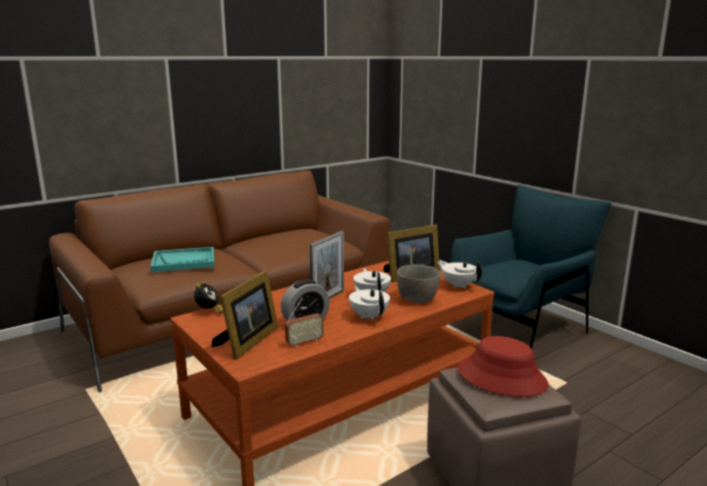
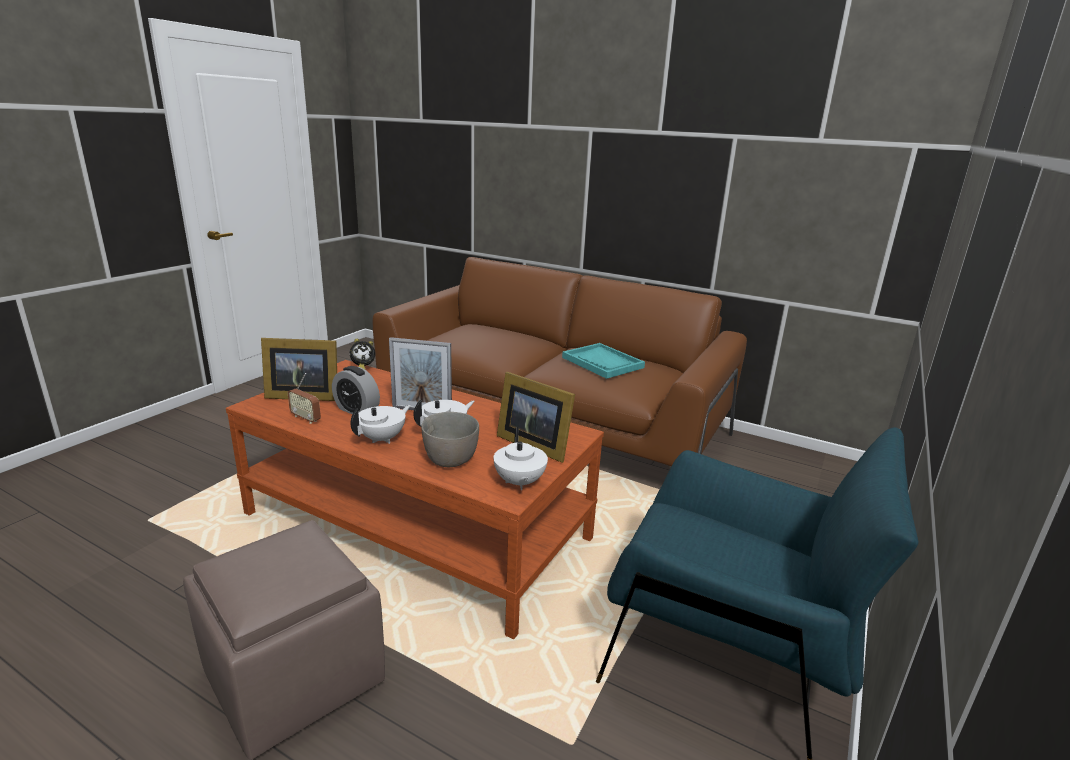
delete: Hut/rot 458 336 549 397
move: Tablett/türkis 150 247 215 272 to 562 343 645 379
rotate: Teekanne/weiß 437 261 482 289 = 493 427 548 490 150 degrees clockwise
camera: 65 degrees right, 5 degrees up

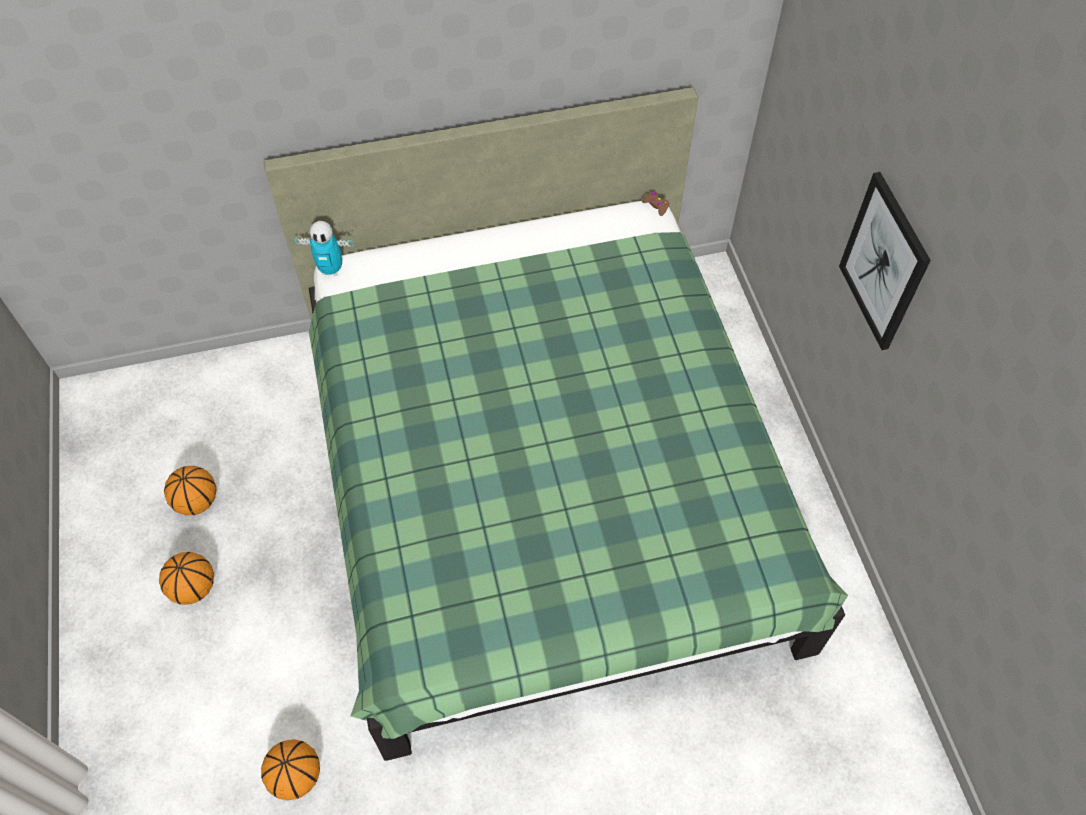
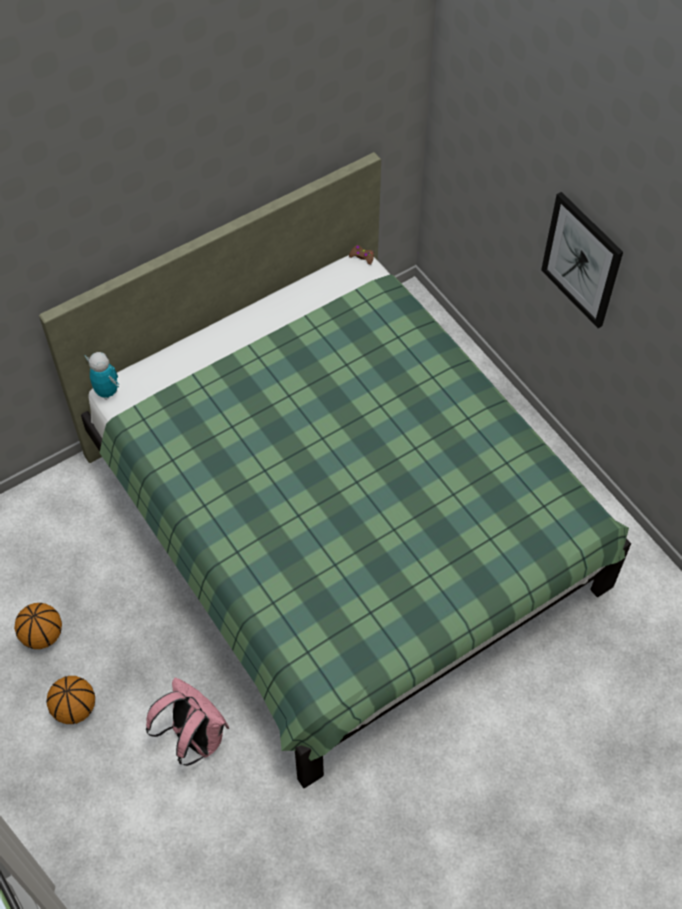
delete: Basketball 261 739 320 800
insert: Rucksack/rosa 146 677 229 766
rotate: Spielzeugroboter 294 221 354 276 = 85 352 119 400 120 degrees counterclockwise
camera: 20 degrees left, 0 degrees up

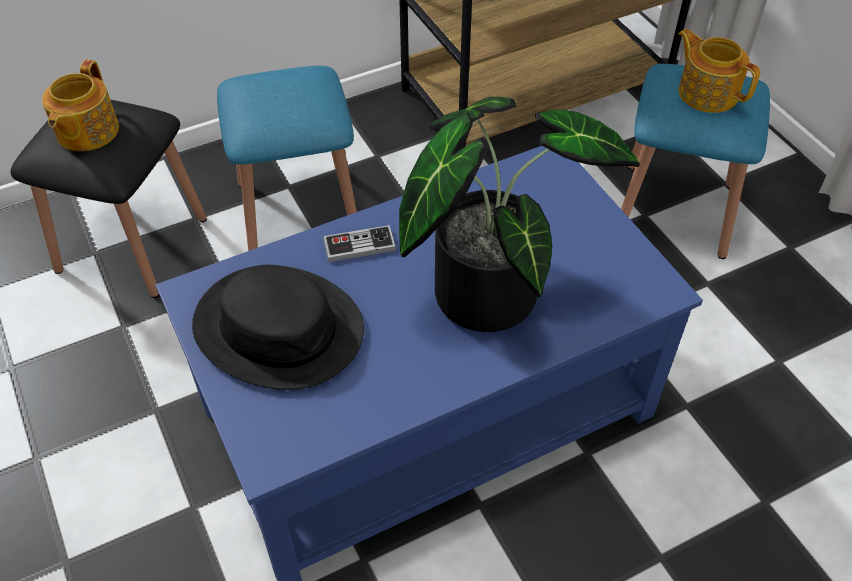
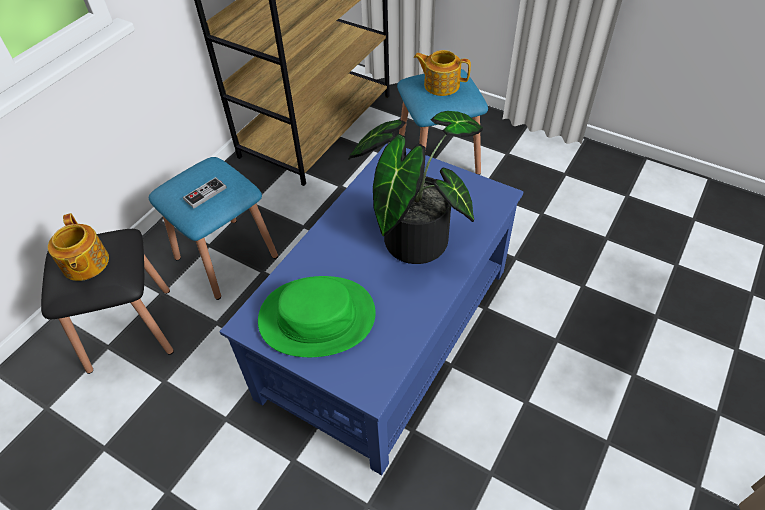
move: Gamepad 323 225 396 262 to 183 177 227 208
recolor: Hut/schwarz 192 265 364 390 to Hut/grün 258 276 376 357
camera: 30 degrees left, 0 degrees up

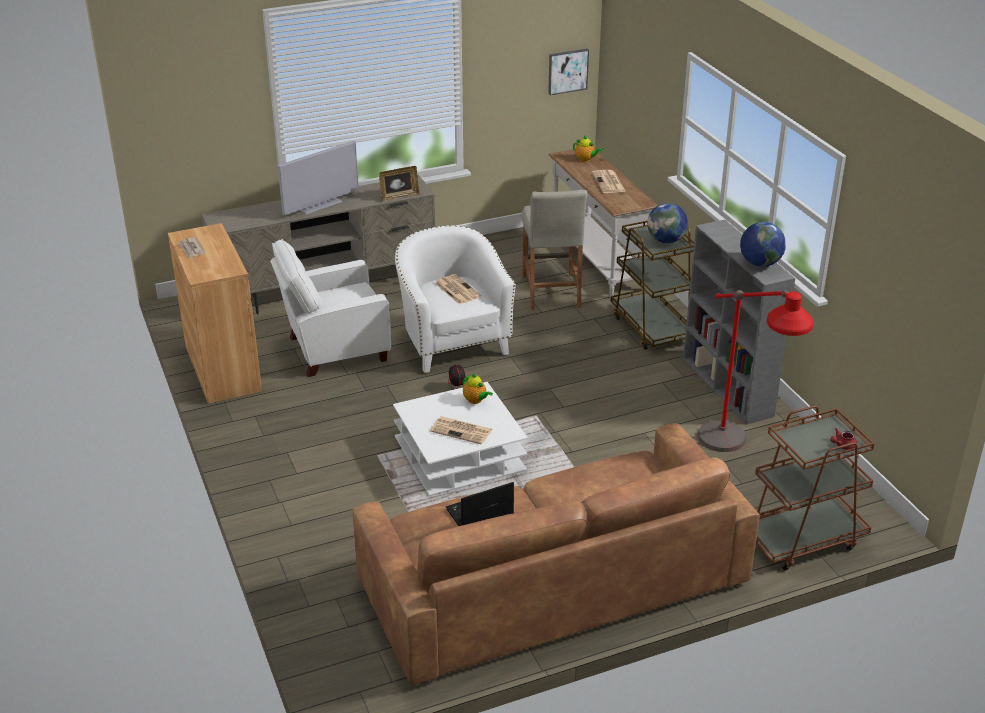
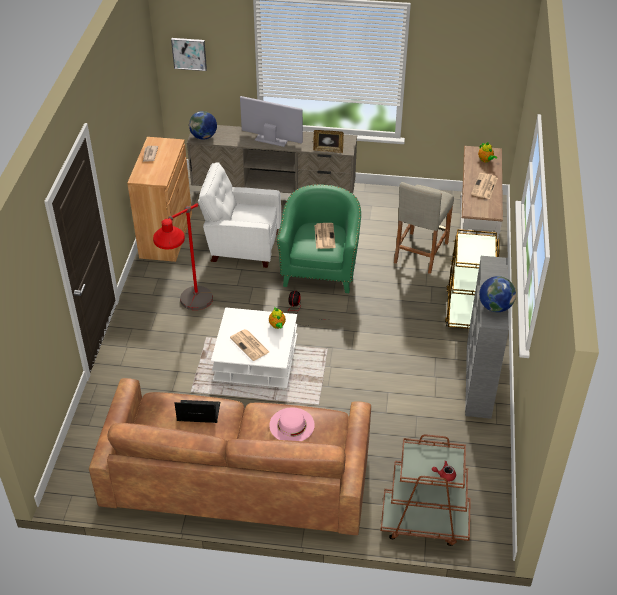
insert: Hut/rosa 269 408 315 441
move: Stehlampe/rot 698 290 813 452 to 153 203 213 310; Bild 548 49 589 95 to 171 38 207 71; Globus 647 203 688 243 to 189 111 217 140
recolor: Sessel/weiß 395 225 516 373 to Sessel/grün 277 184 361 293
rotate: Fernseher 278 141 359 215 = 240 96 303 147 150 degrees counterclockwise
camera: 30 degrees right, 10 degrees up

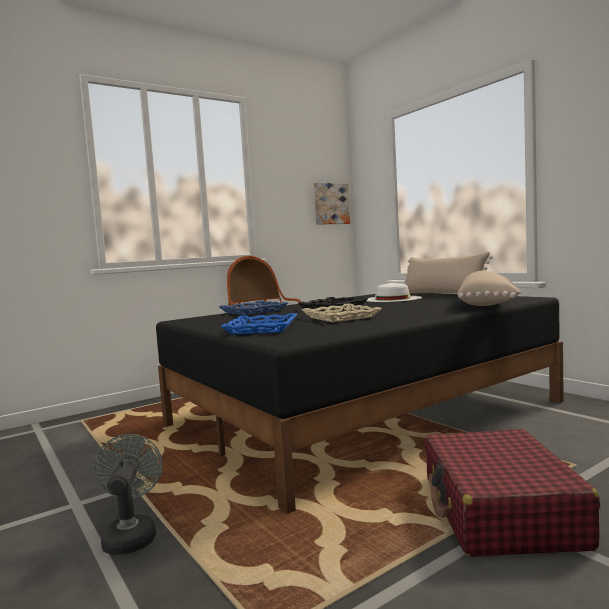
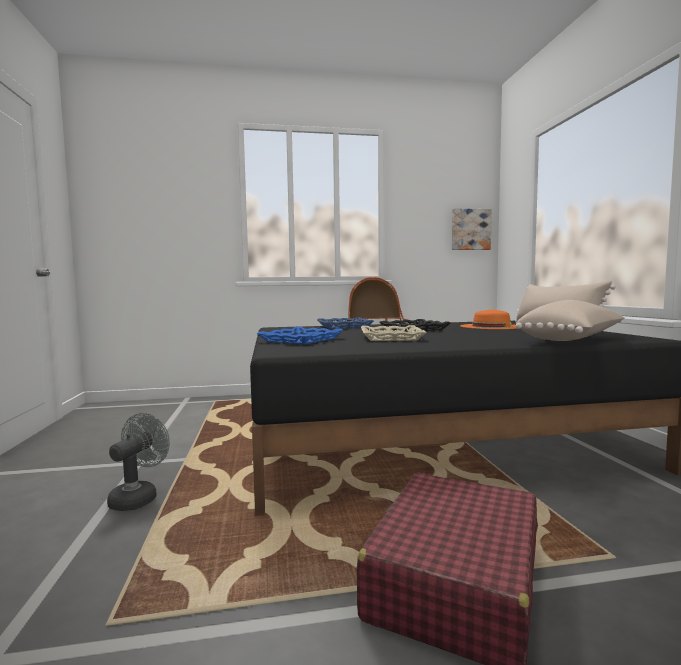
recolor: Hut/weiß 366 283 422 302 to Hut/orange 460 310 517 329
camera: 25 degrees right, 0 degrees up

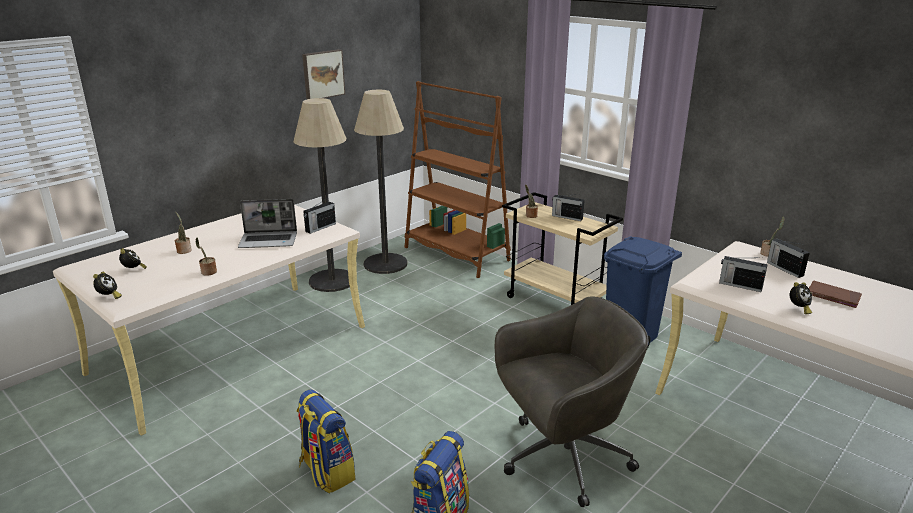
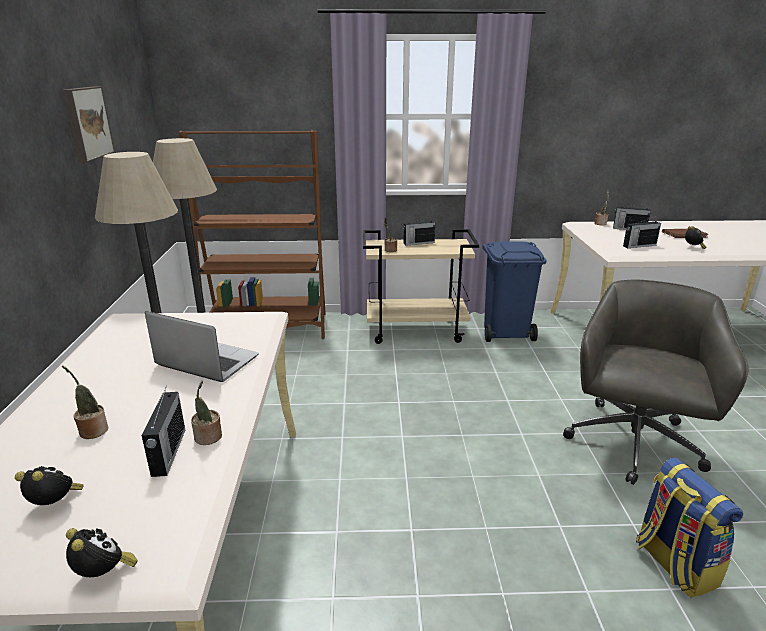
delete: Rucksack 296 389 355 493
move: Radio 303 199 336 234 to 141 385 185 477
rotate: Laptop 238 199 297 248 = 145 311 258 382 105 degrees counterclockwise
camera: 45 degrees left, 0 degrees up

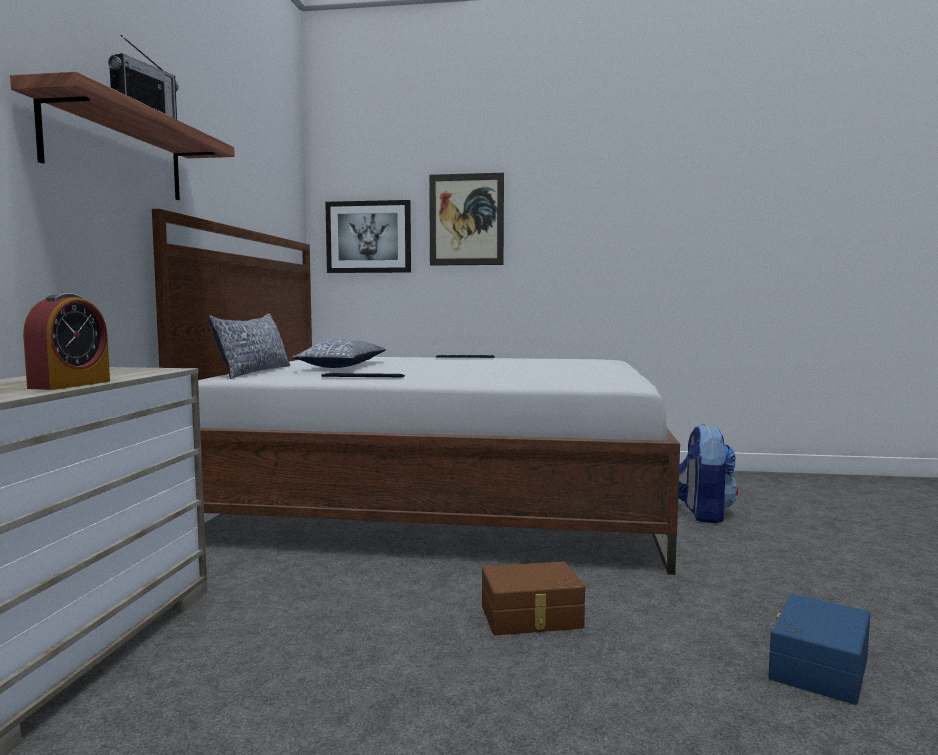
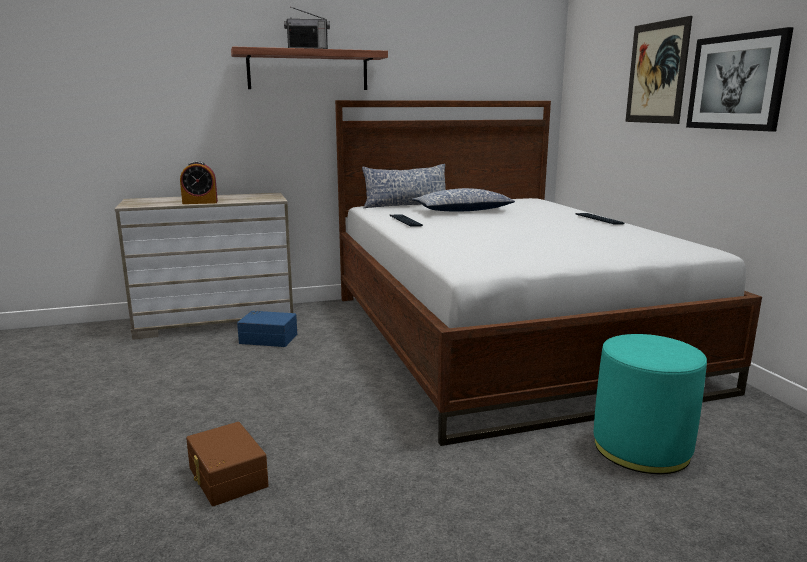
move: Aufbewahrungsbox/braun 482 562 585 635 to 186 422 269 506; Aufbewahrungsbox/blau 768 594 870 705 to 237 311 297 347; Bild 325 200 411 273 to 686 27 794 131
replace: Rucksack 678 424 738 523 to Polsterhocker/türkis 593 334 707 474
camera: 65 degrees right, 10 degrees up

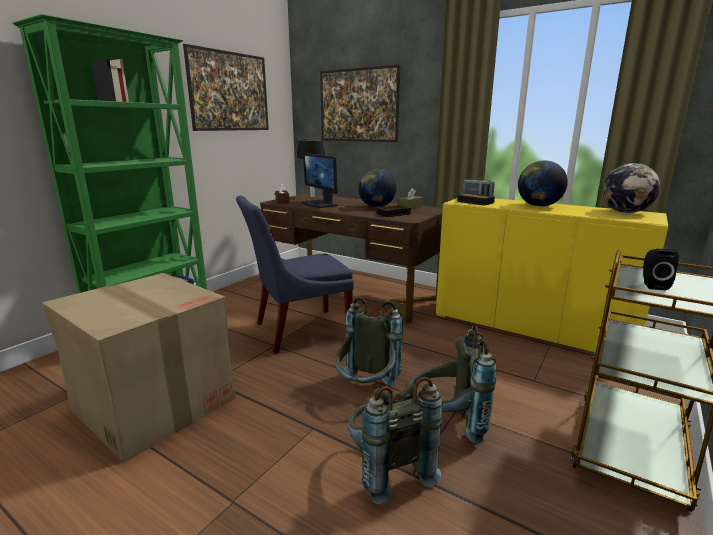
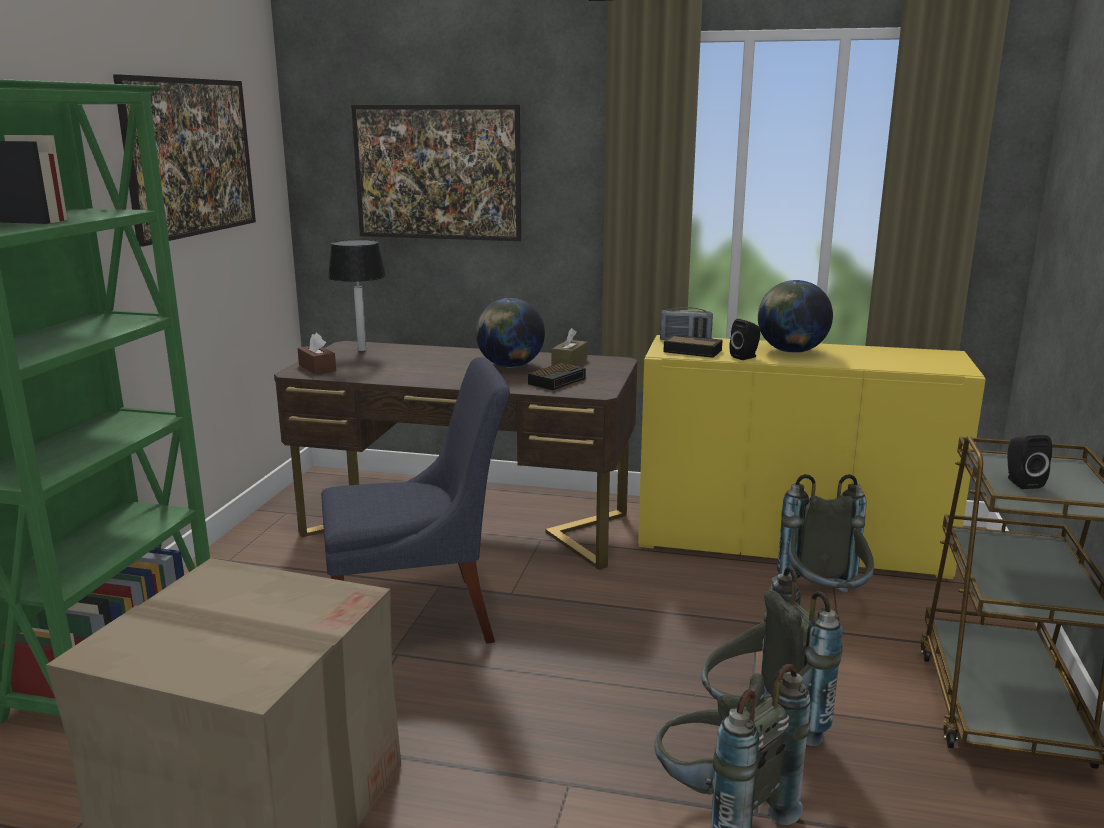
delete: Monitor 301 153 338 208; Globus 602 163 660 213
insert: Lautsprecher/schwarz 730 319 761 360
move: Rucksack/grau 336 297 403 386 to 772 474 874 592
rotate: Stuhl/blau 236 195 354 354 = 321 357 510 644 150 degrees counterclockwise
camera: 20 degrees left, 0 degrees up

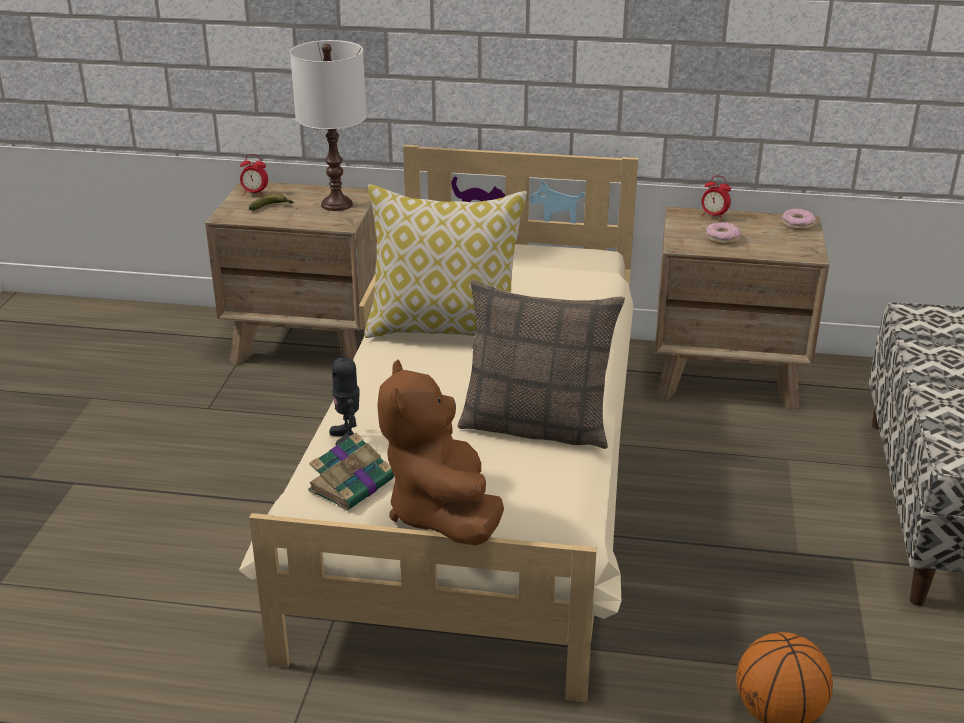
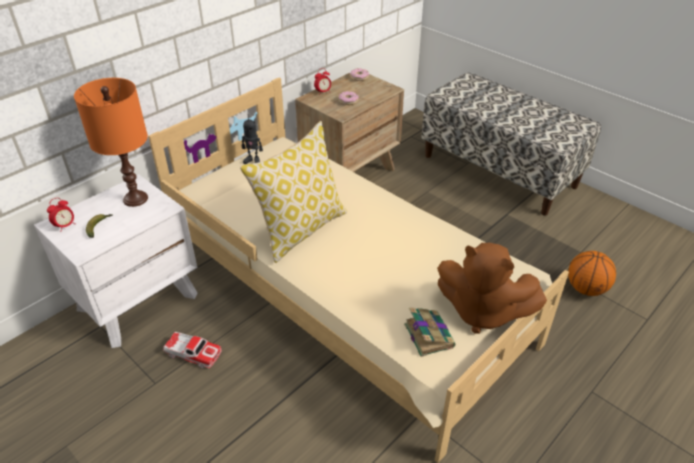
delete: Kissen 457 280 625 449
insert: Spielzeugauto 163 331 222 368
move: Spielzeugroboter 329 346 360 445 to 242 114 263 164
recolor: Nachttisch/braun 205 182 377 365 to Nachttisch/weiß 34 174 198 348; Tischlampe/weiß 290 40 366 211 to Tischlampe/orange 74 78 148 207
camera: 55 degrees left, 10 degrees up

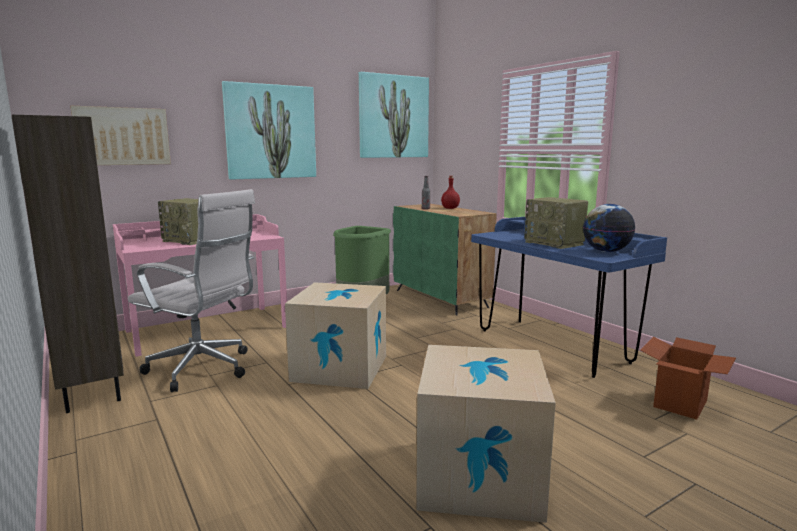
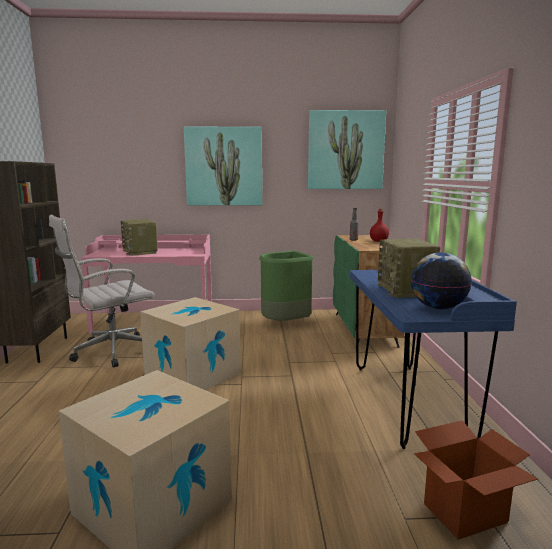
delete: Bild 70 106 171 165
rotate: Bürostuhl/weiß 128 189 255 392 = 49 215 155 368 90 degrees clockwise
camera: 30 degrees right, 0 degrees up

